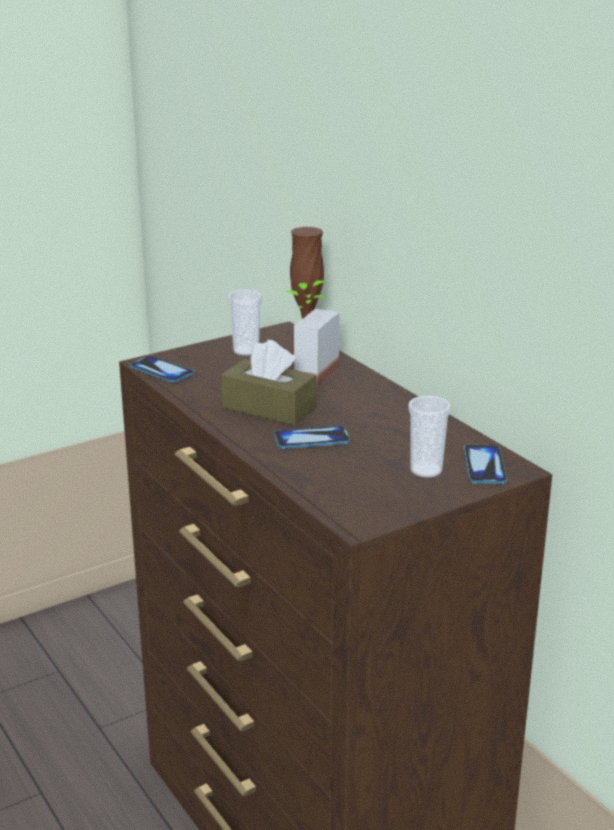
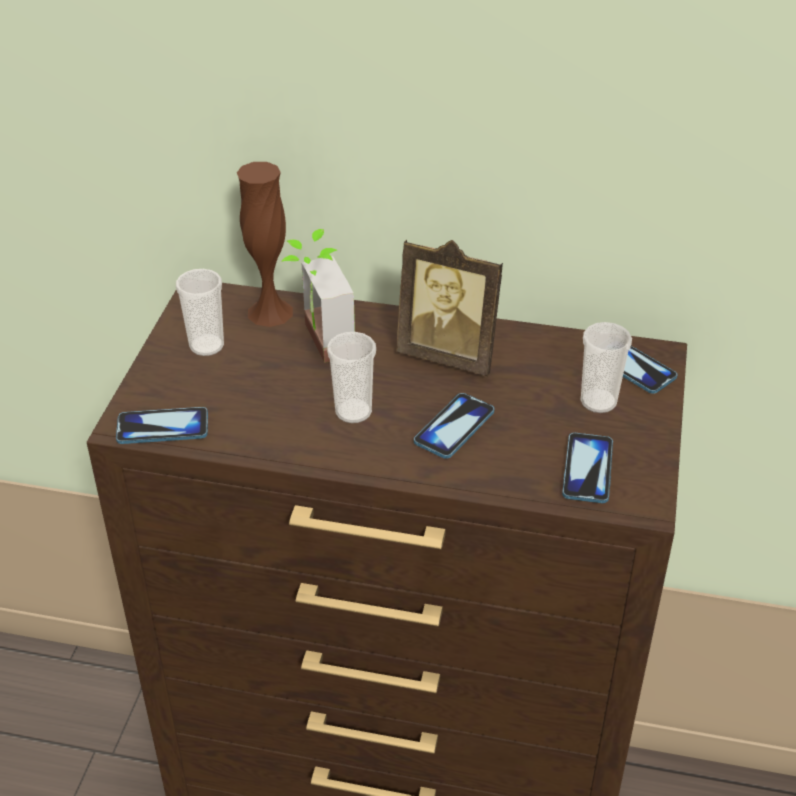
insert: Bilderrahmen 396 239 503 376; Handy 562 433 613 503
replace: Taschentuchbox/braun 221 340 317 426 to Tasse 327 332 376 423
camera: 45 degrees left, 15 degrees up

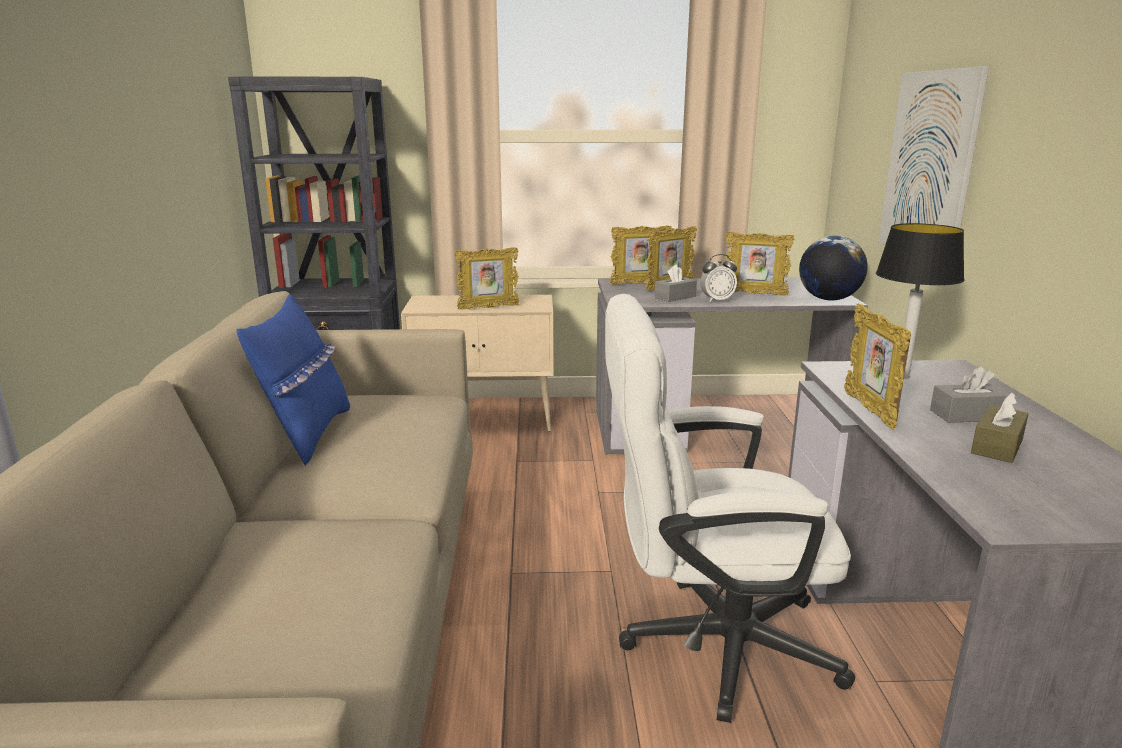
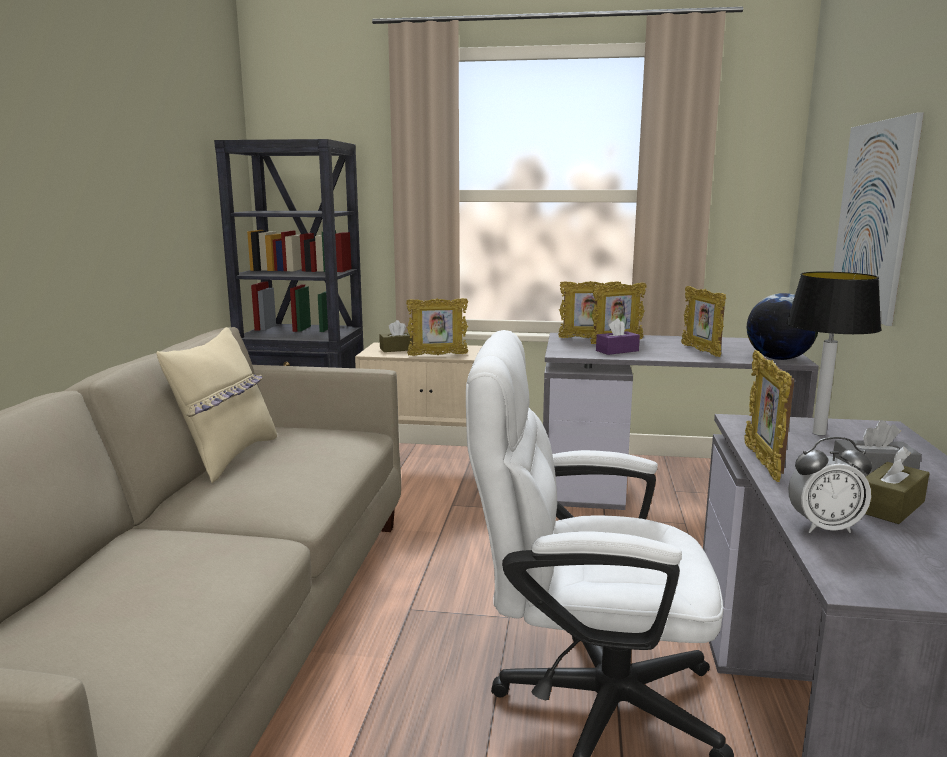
insert: Taschentuchbox/braun 379 320 412 352
move: Wecker 700 254 737 302 to 788 437 872 533
recolor: Kissen/blau 237 294 350 466 to Kissen/beige 157 327 277 483; Taschentuchbox/grau 655 264 697 302 to Taschentuchbox/lila 596 318 640 355
rotate: Bilderrahmen 724 232 794 296 = 681 286 726 357 45 degrees clockwise
camera: 10 degrees right, 5 degrees down

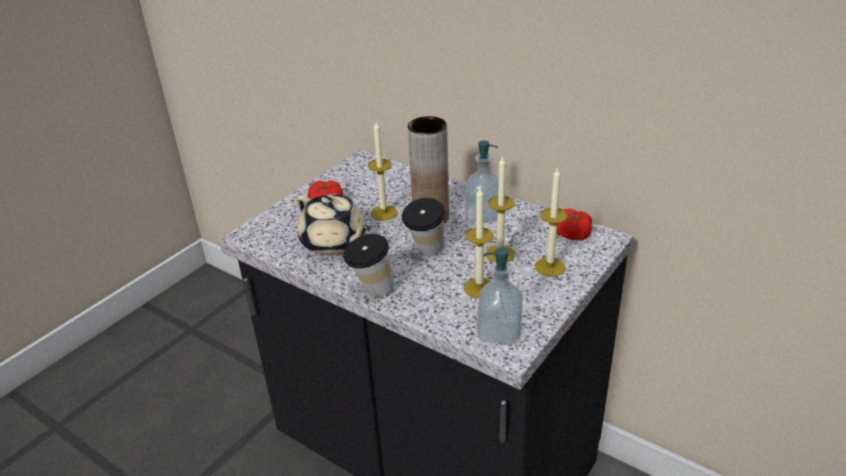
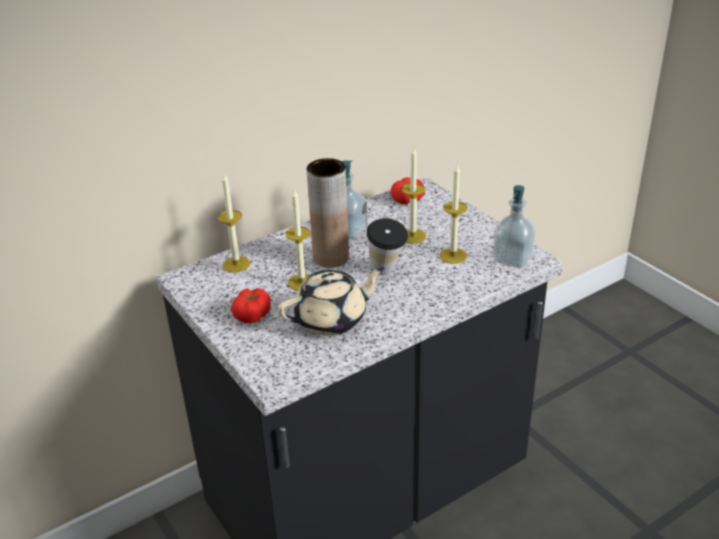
delete: Tasse 343 234 395 297
move: Kerze 535 166 568 277 to 218 174 250 272
camera: 70 degrees left, 0 degrees up

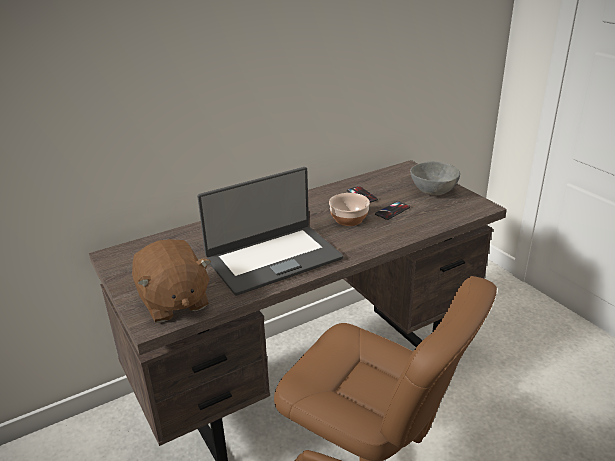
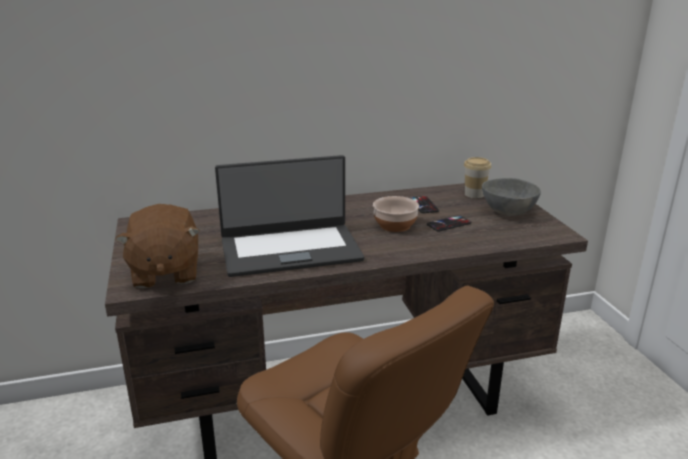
insert: Tasse 464 157 491 198
camera: 15 degrees right, 5 degrees down

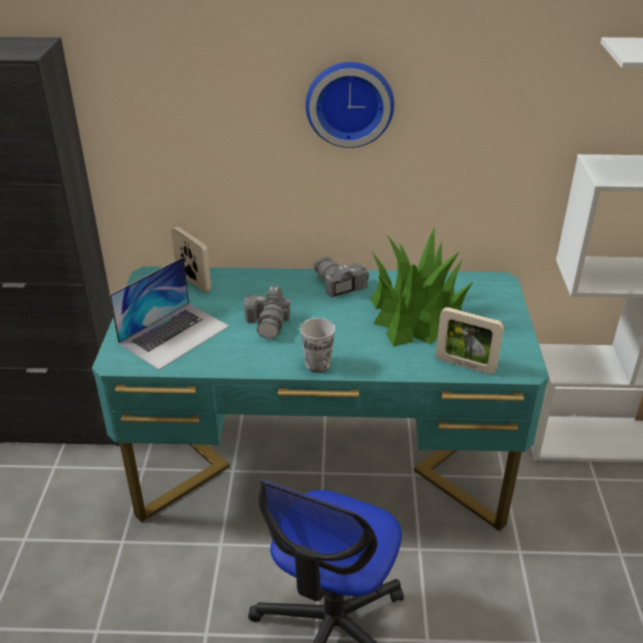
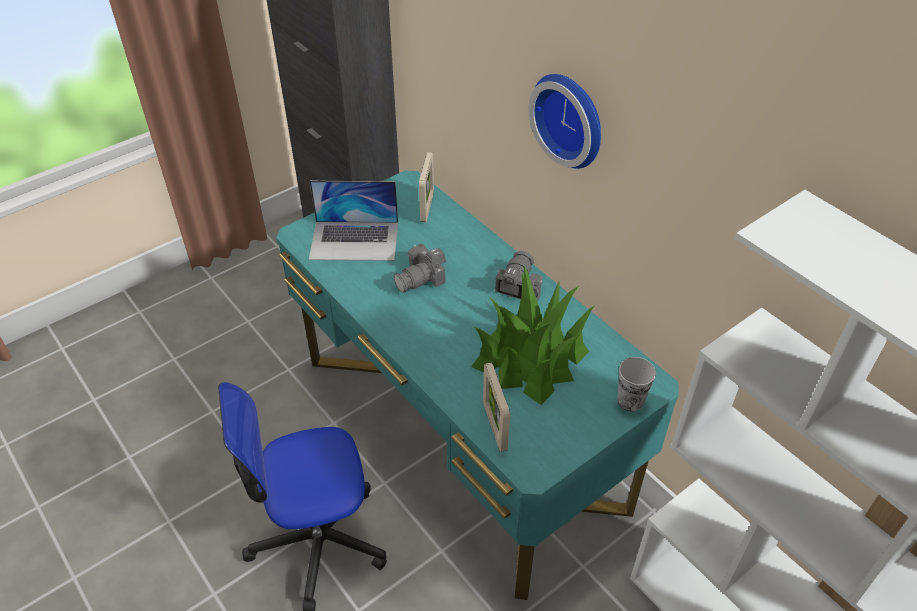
move: Tasse 300 318 335 373 to 618 357 656 412
camera: 50 degrees right, 10 degrees up

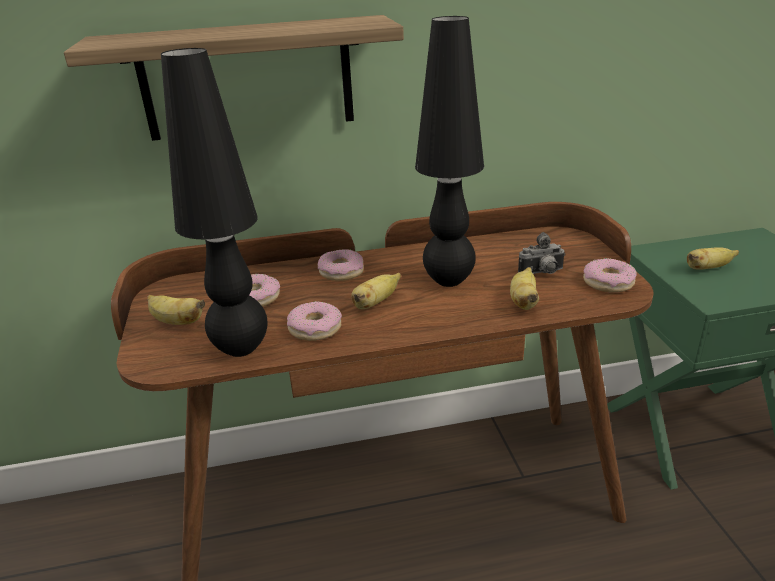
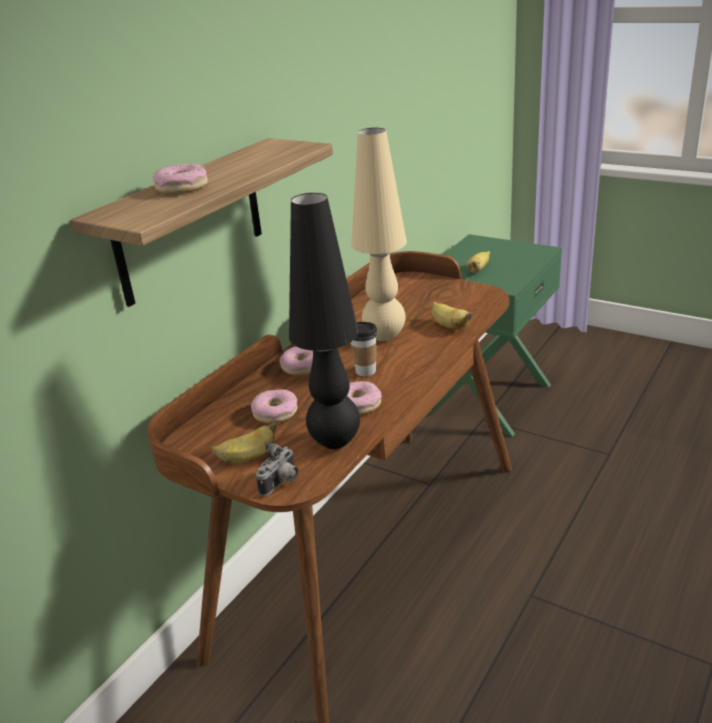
move: Donut 583 258 637 293 to 153 163 208 195; Kamera 518 232 565 274 to 256 442 298 496
replace: Banane 351 273 401 309 to Tasse 350 321 378 376
recolor: Tischlampe/schwarz 415 16 484 287 to Tischlampe/beige 351 127 407 341
camera: 45 degrees left, 0 degrees up

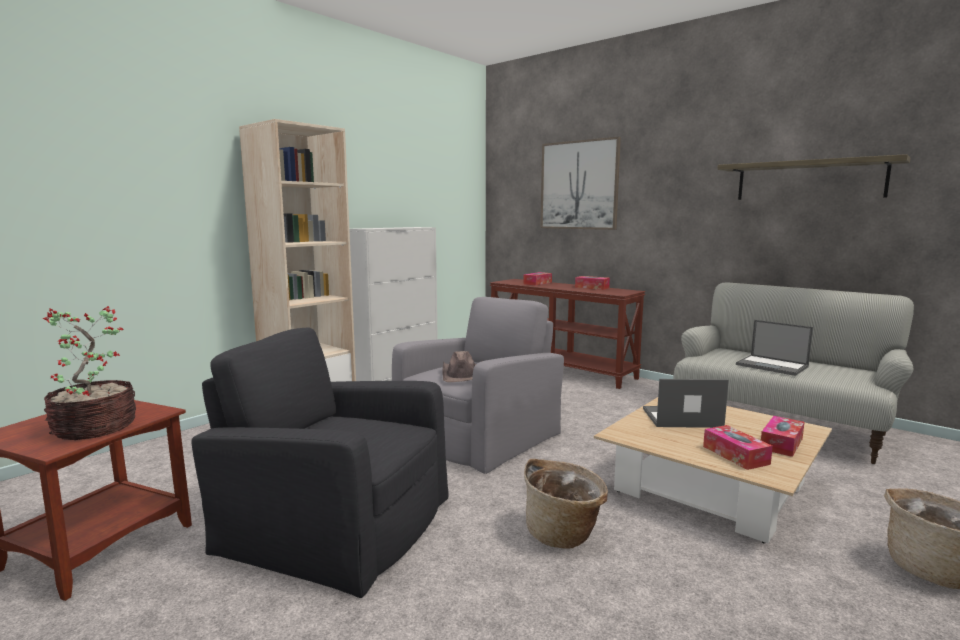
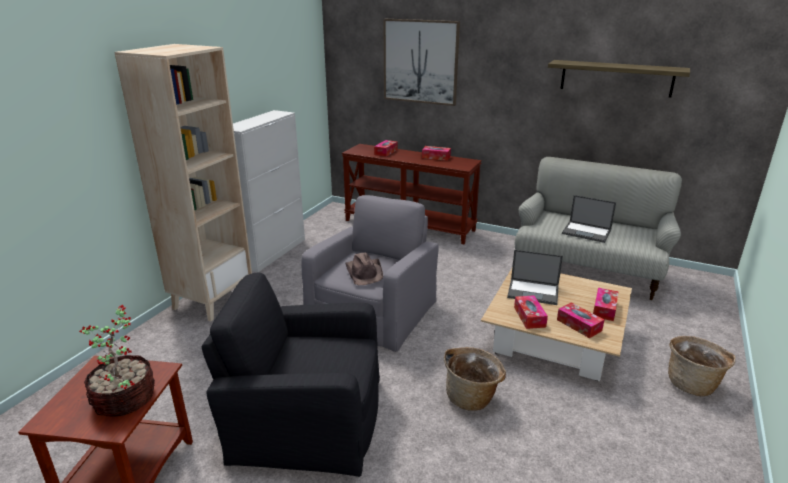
insert: Taschentuchbox 514 295 548 329
rotate: Laptop 643 379 729 428 = 507 250 563 305 150 degrees counterclockwise
camera: 15 degrees left, 15 degrees up

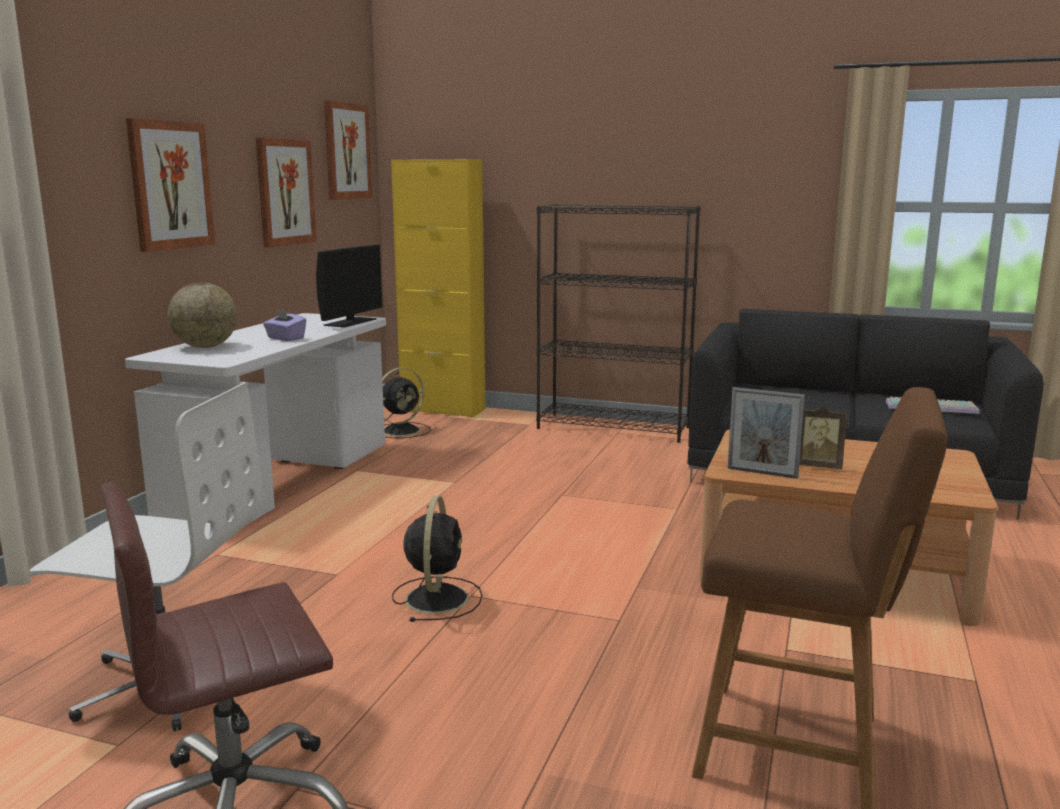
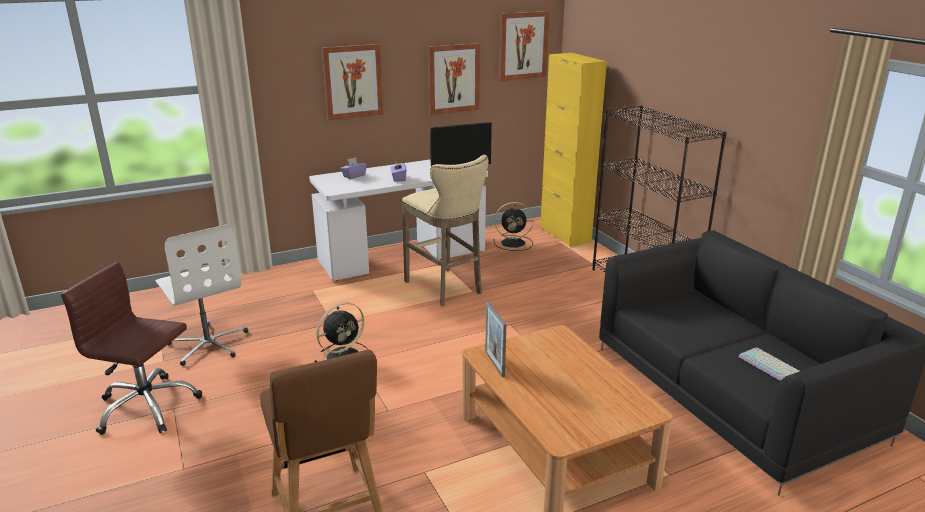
delete: Bilderrahmen 799 404 847 469
insert: Hocker/beige 402 155 488 306
replace: Globus 168 282 237 348 to Taschentuchbox/lila 341 157 367 179
camera: 45 degrees right, 10 degrees up

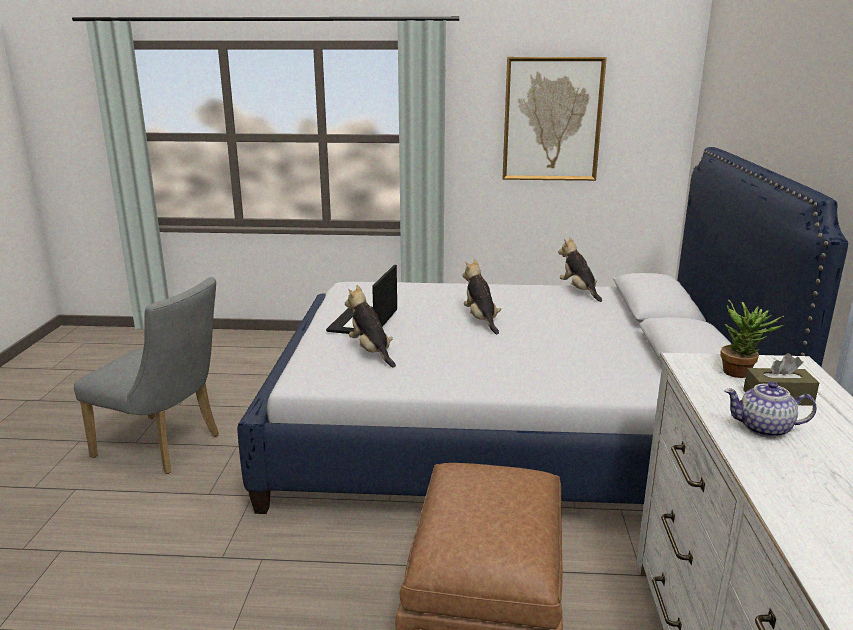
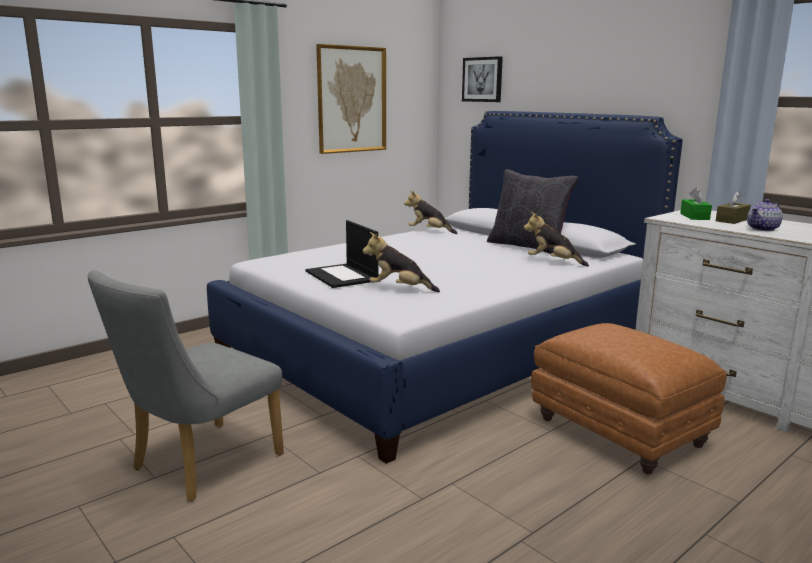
insert: Bild 462 56 503 102; Kissen/schwarz 487 169 579 254
move: Plüschtier 462 259 501 334 to 524 212 589 267
replace: Topfpflanze 721 300 784 378 to Taschentuchbox/grün 680 188 712 220
rotate: Stuhl/grau 74 277 219 474 = 88 270 284 502 150 degrees clockwise
camera: 45 degrees left, 5 degrees down

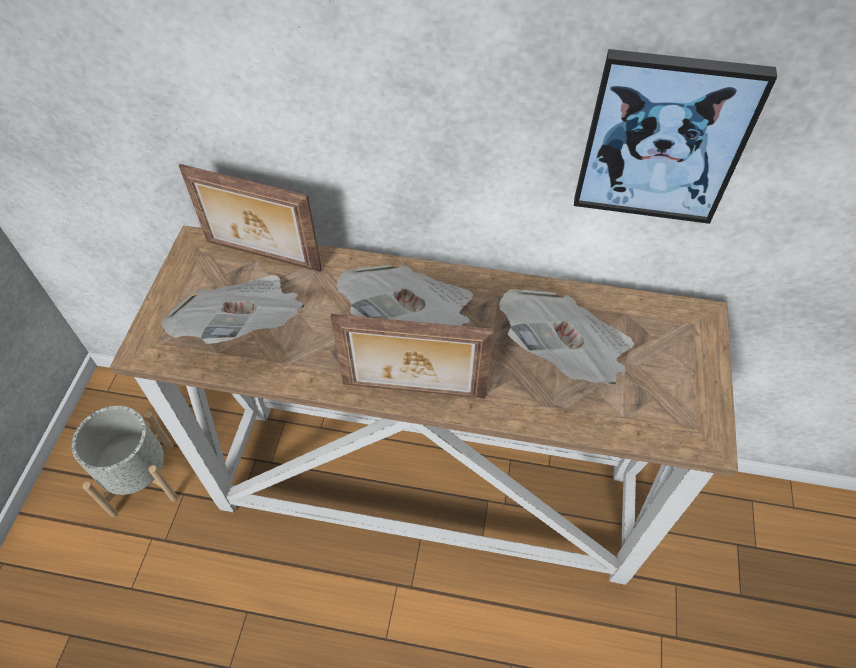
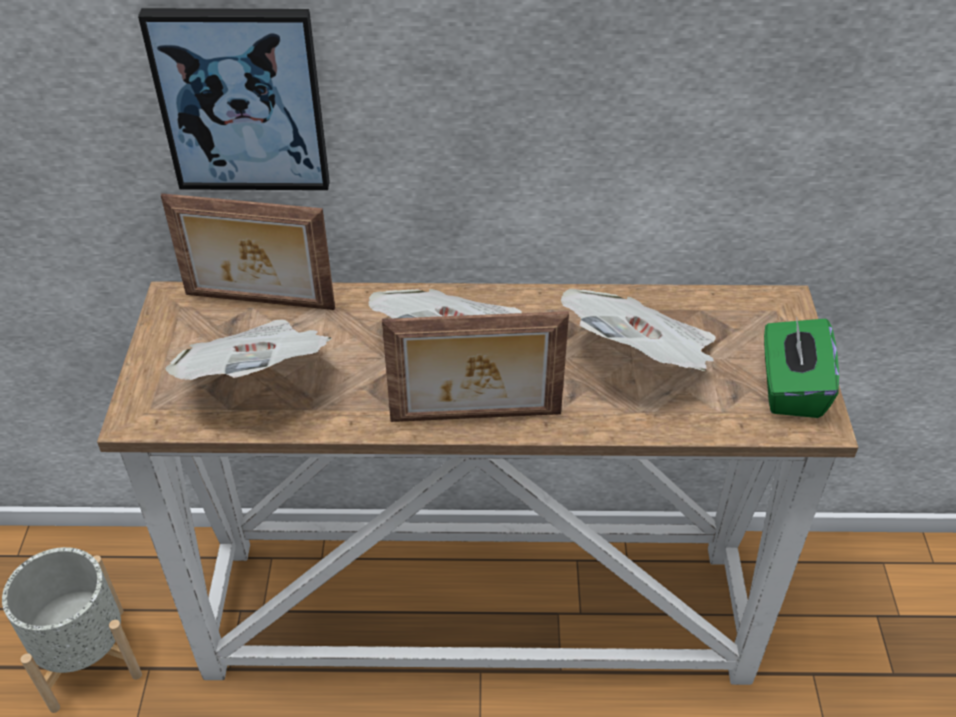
insert: Taschentuchbox/grün 764 319 839 418
move: Bild 574 49 777 224 to 138 8 330 190
camera: 10 degrees left, 10 degrees down

